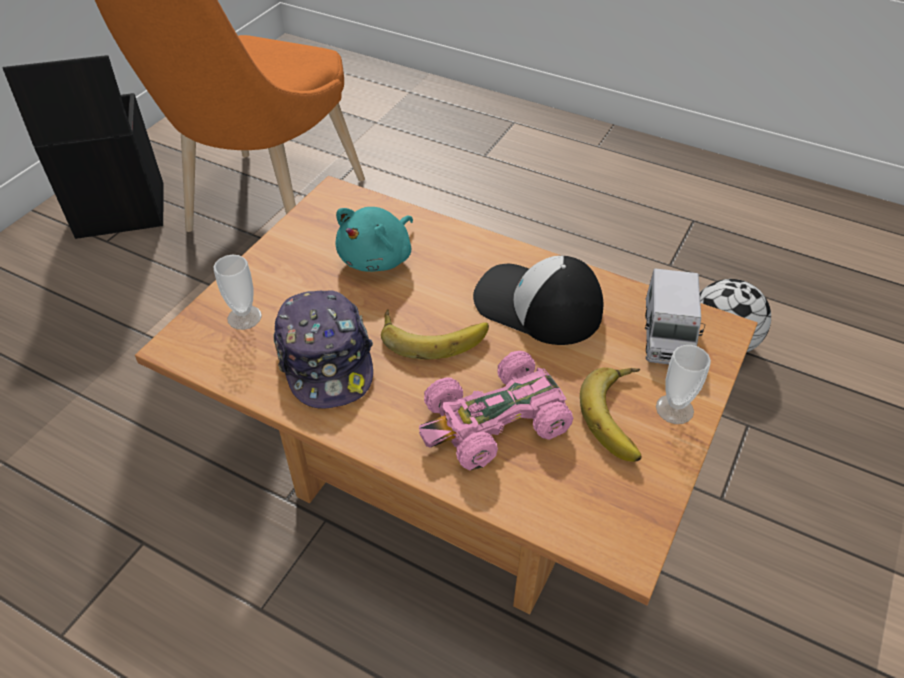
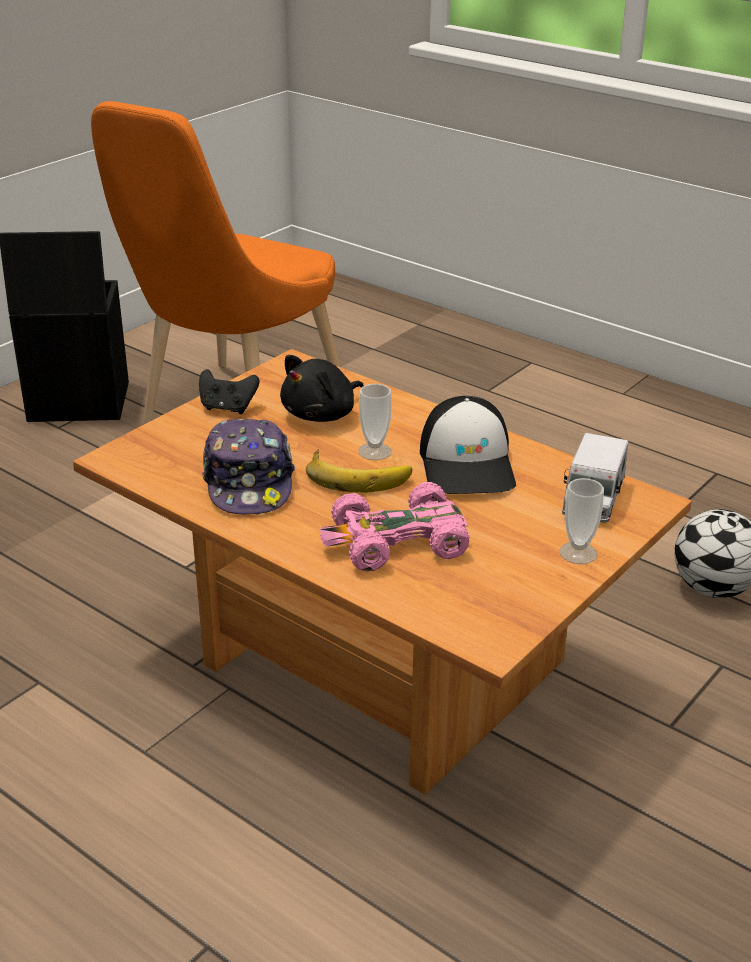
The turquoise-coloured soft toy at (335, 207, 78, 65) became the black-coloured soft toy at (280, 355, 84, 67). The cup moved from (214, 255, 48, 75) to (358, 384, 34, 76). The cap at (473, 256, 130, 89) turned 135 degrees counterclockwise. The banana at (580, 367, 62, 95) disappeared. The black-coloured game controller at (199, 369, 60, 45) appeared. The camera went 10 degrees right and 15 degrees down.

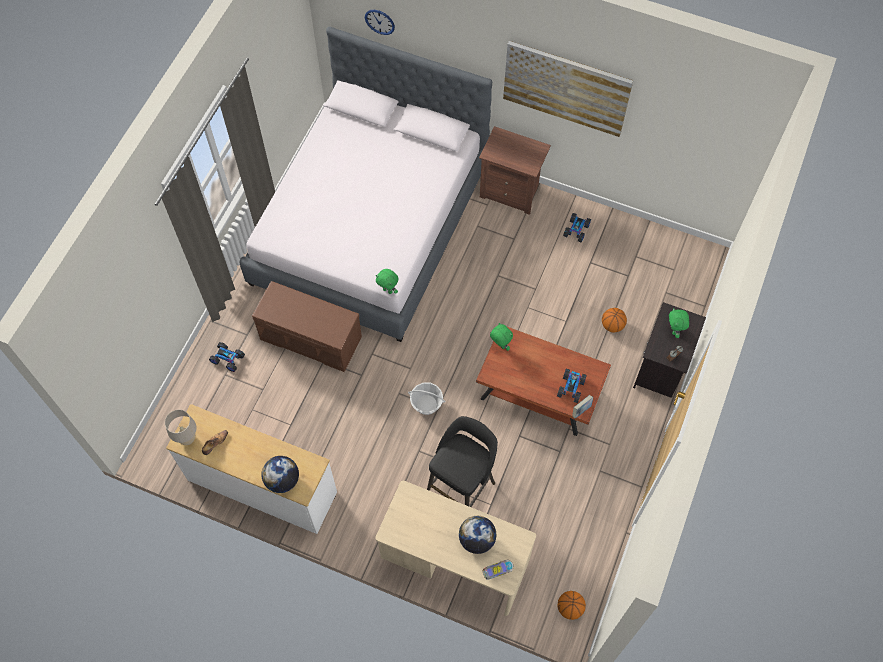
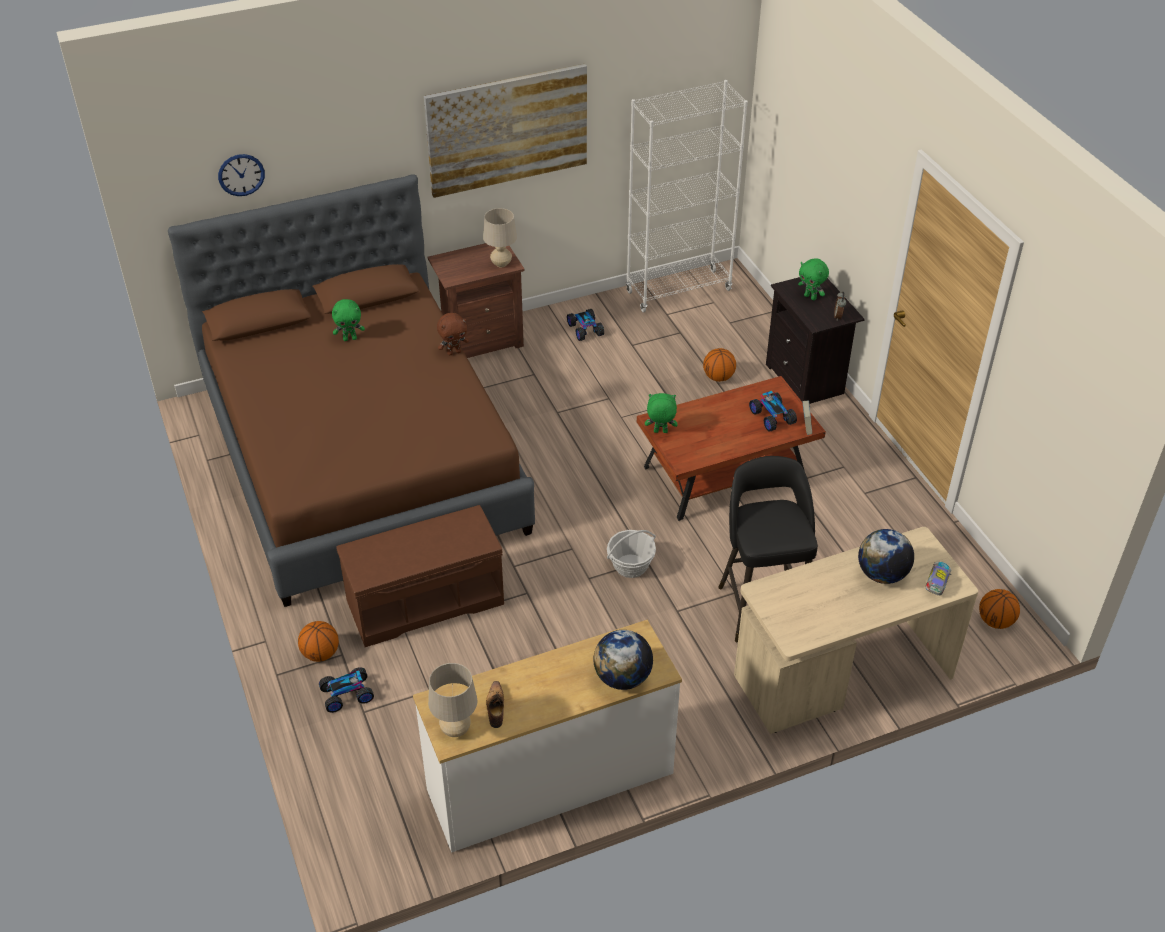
The white-coloured bedroom bed at (239, 27, 253, 315) became the brownish bedroom bed at (168, 174, 367, 433). The green-coloured soft toy moved from (376, 269, 22, 25) to (332, 299, 33, 42). The white-coloured bookcase at (626, 80, 122, 233) appeared. The sand-coloured tabletop lamp at (483, 208, 34, 60) appeared. The brownish soft toy at (437, 313, 32, 43) appeared. The ball for basketball at (298, 621, 41, 41) appeared. The camera went 45 degrees left and 20 degrees down.

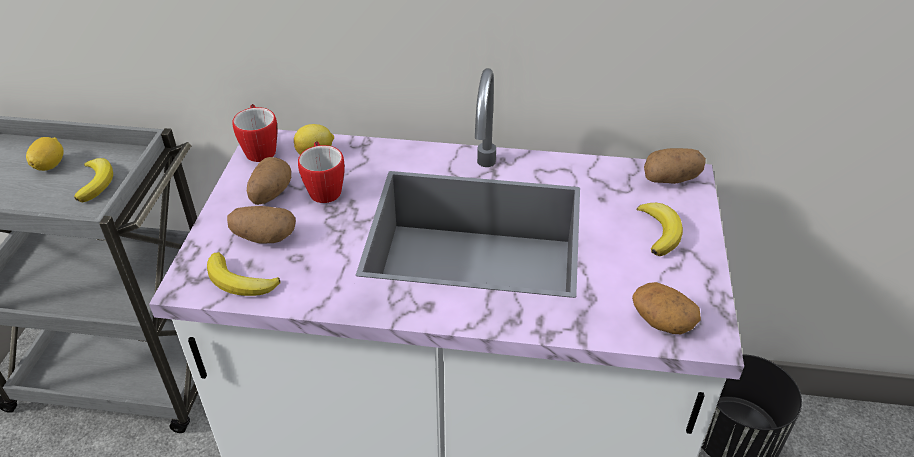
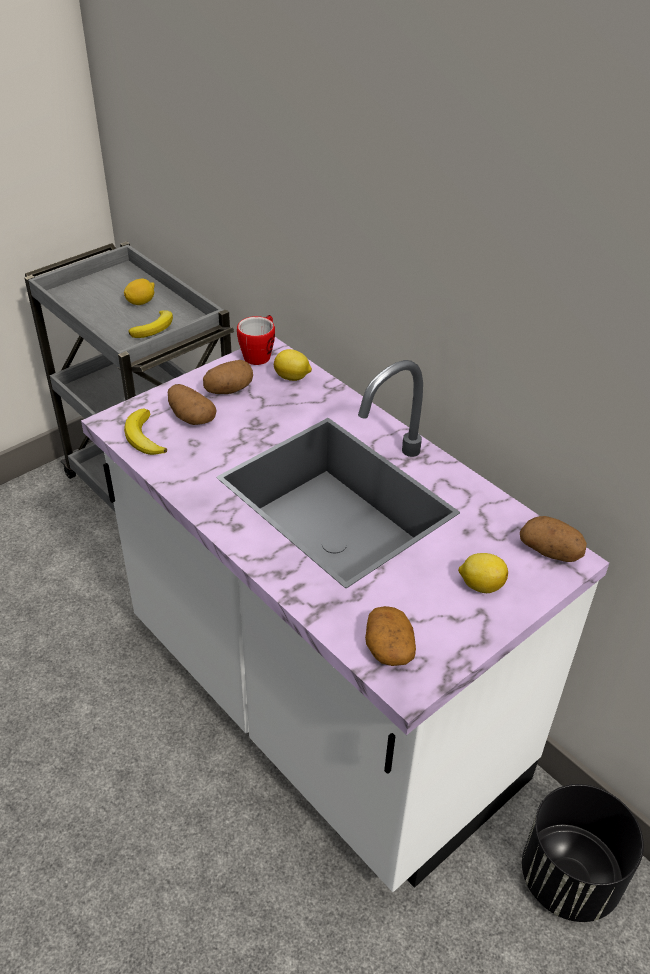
The tea mug at (298, 141, 47, 62) disappeared. The banana at (637, 203, 46, 53) was replaced by the citrus fruit at (458, 553, 50, 40). The camera went 40 degrees right and 0 degrees up.

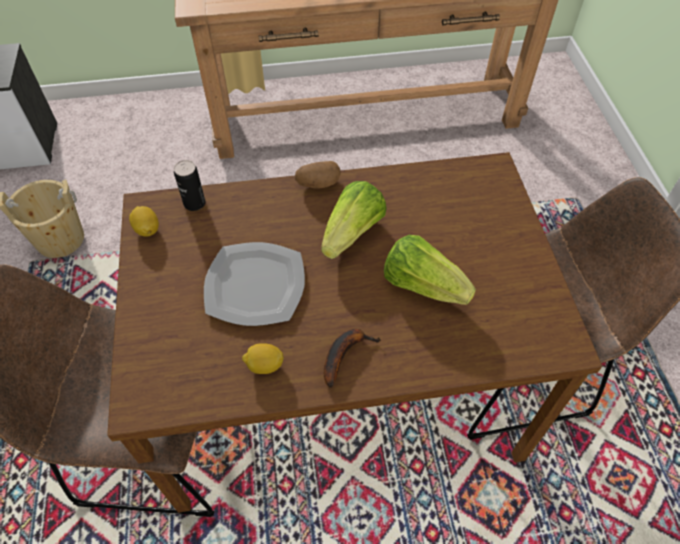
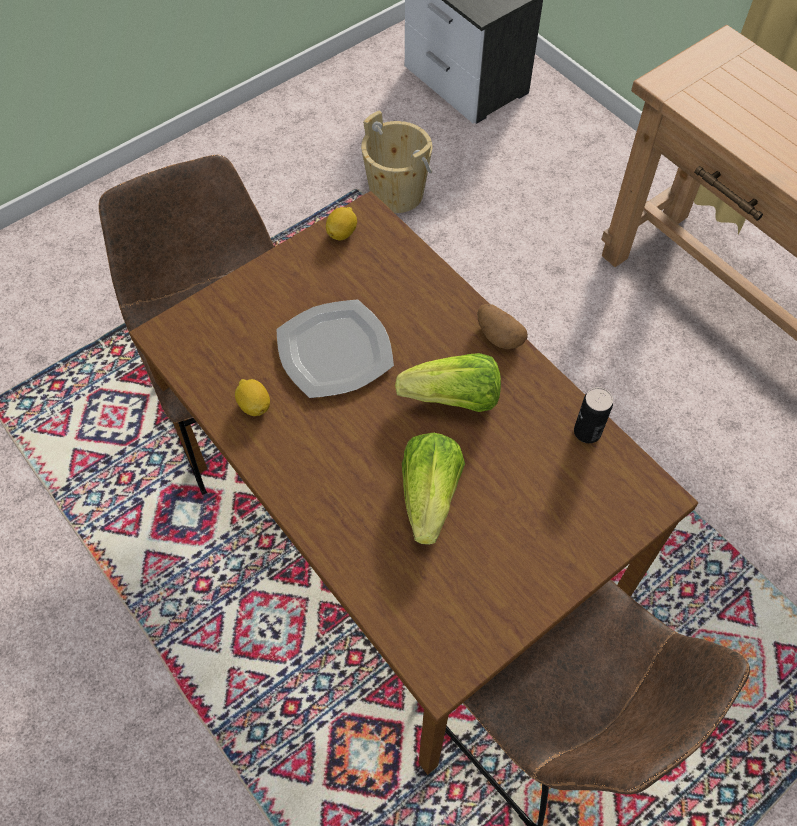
The can moved from (174, 160, 31, 51) to (574, 387, 39, 56). The banana at (324, 329, 57, 59) disappeared. The camera went 60 degrees right and 5 degrees up.

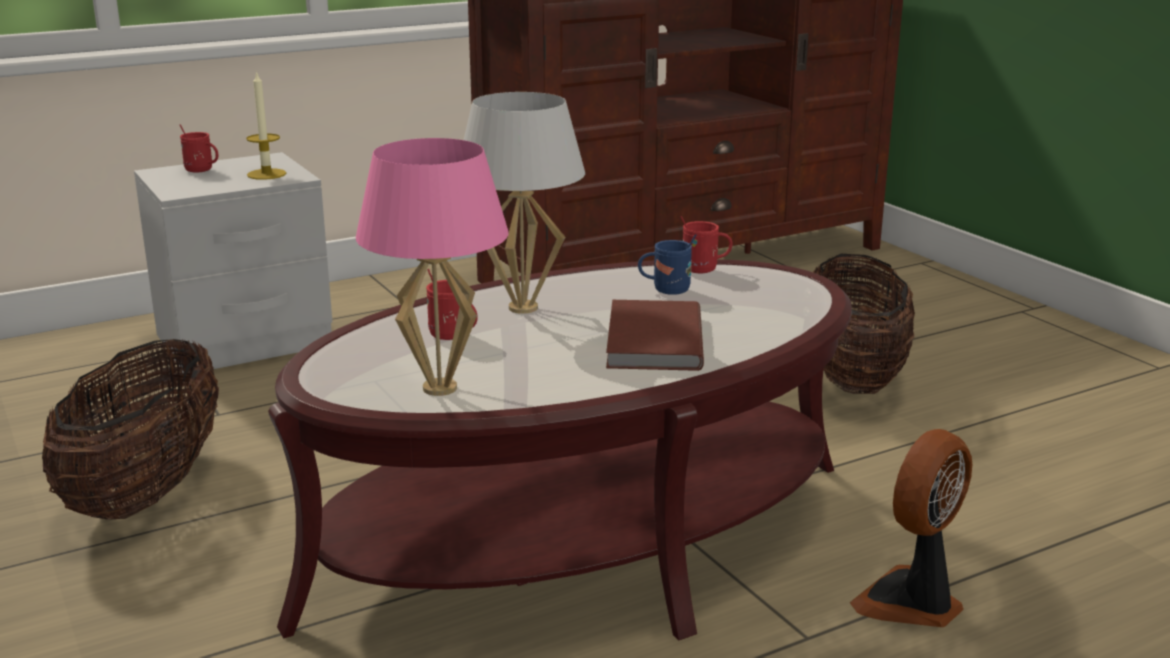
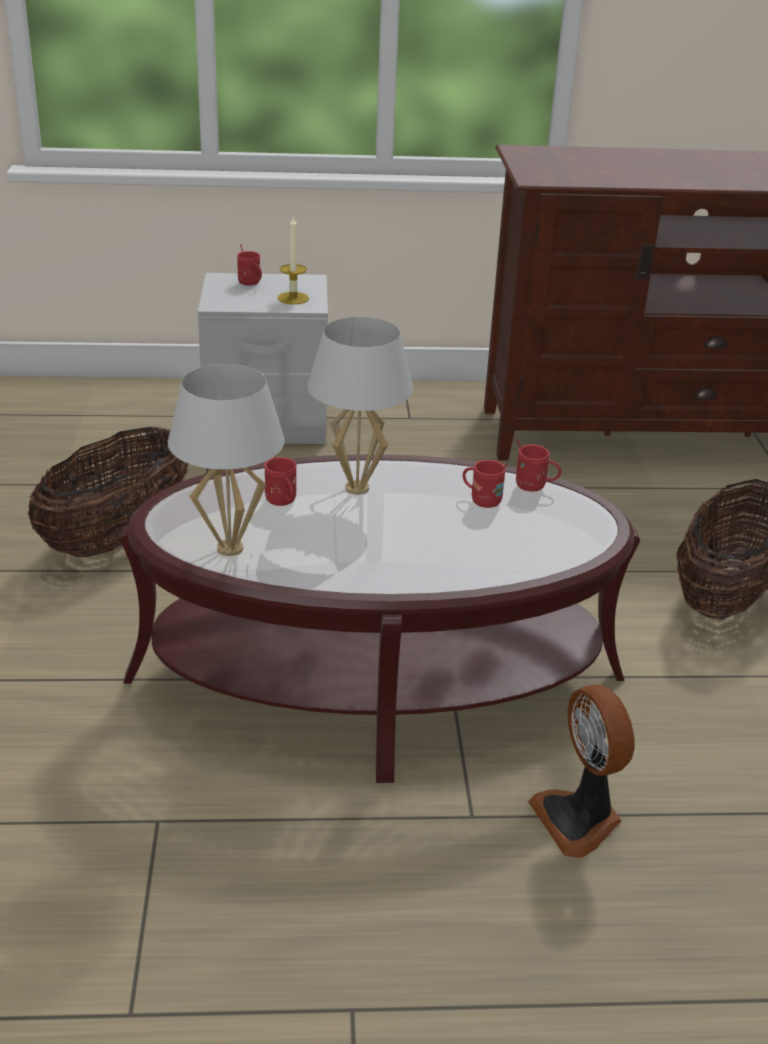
The pink-coloured tabletop lamp at (356, 138, 153, 258) became the white-coloured tabletop lamp at (168, 364, 116, 192). The bluish tea mug at (638, 234, 58, 61) became the reddish tea mug at (463, 460, 45, 48). The brownish book at (606, 300, 98, 71) disappeared. The fan at (850, 429, 122, 198) turned 90 degrees counterclockwise. The camera went 25 degrees right and 10 degrees up.

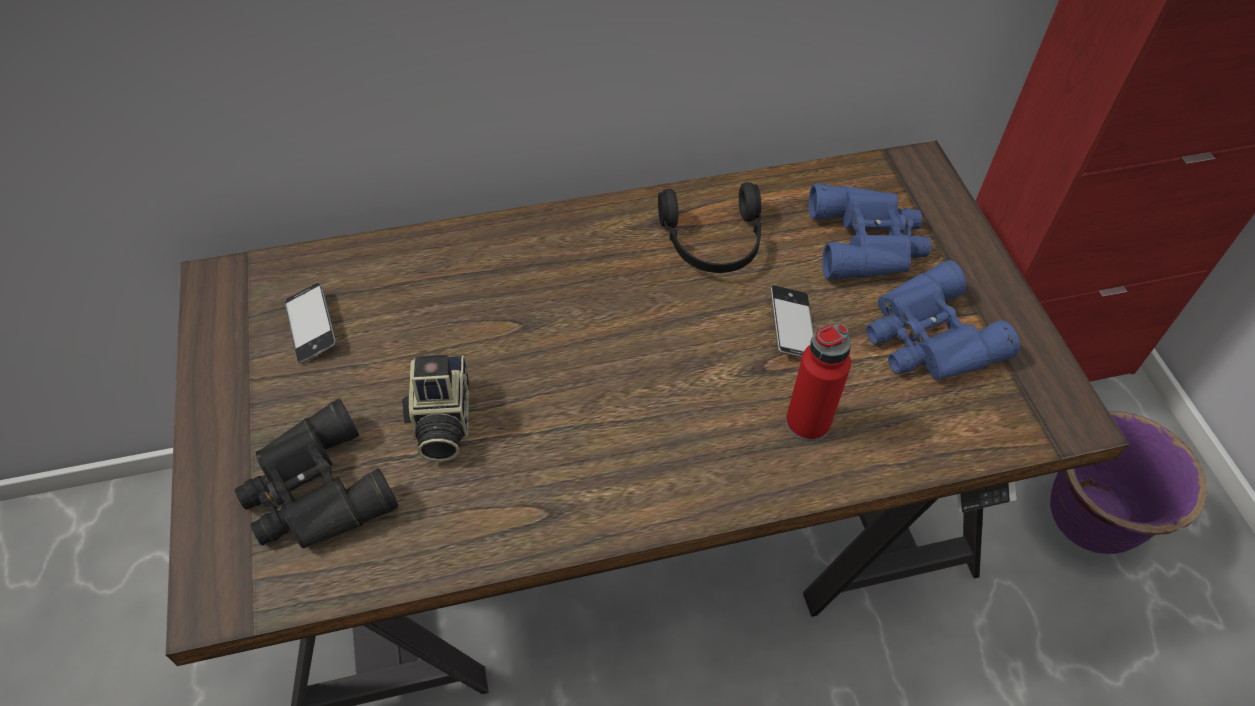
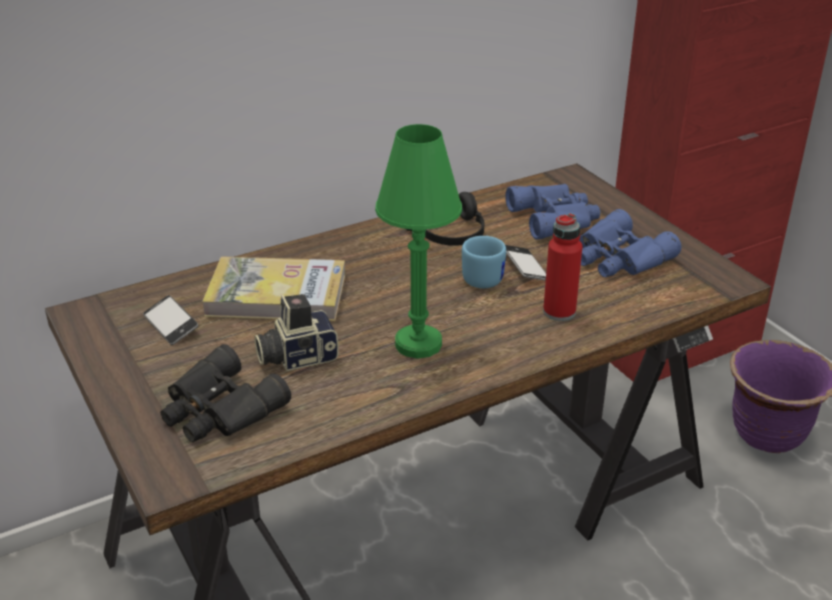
The still camera at (402, 355, 67, 107) turned 90 degrees clockwise. The green-coloured tabletop lamp at (375, 124, 87, 235) appeared. The bluish tea mug at (462, 236, 44, 52) appeared. The book at (202, 257, 143, 64) appeared. The camera went 15 degrees left and 20 degrees down.

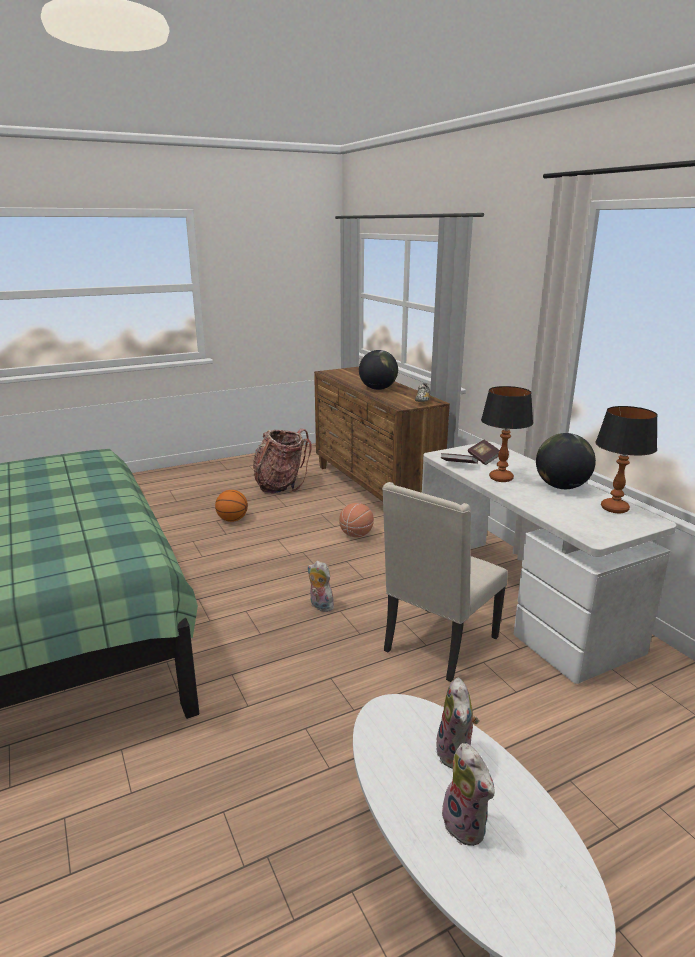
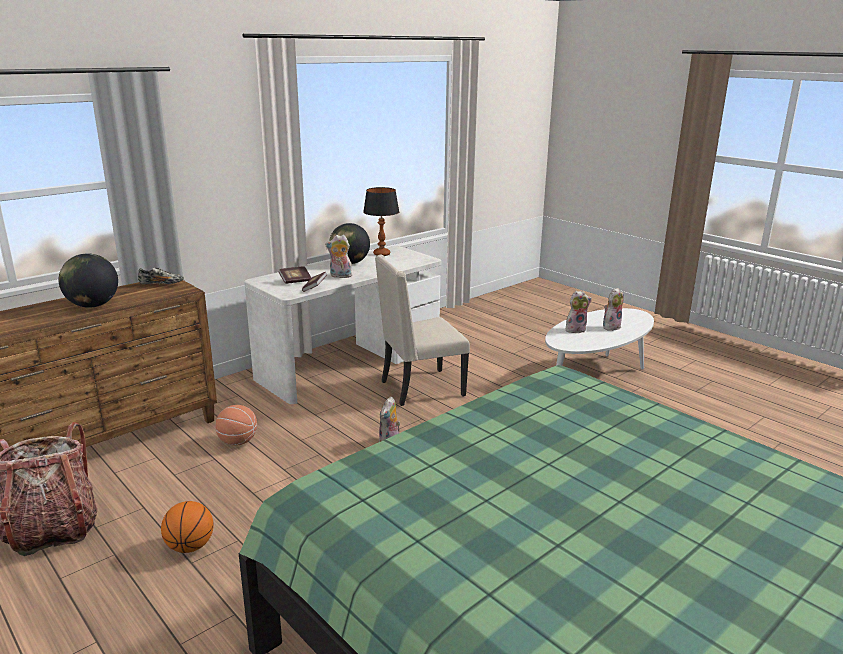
The tabletop lamp at (481, 386, 52, 96) was replaced by the soft toy at (325, 235, 27, 43). The sand-coloured chair at (382, 482, 126, 200) turned 135 degrees clockwise. The camera went 105 degrees left and 0 degrees up.

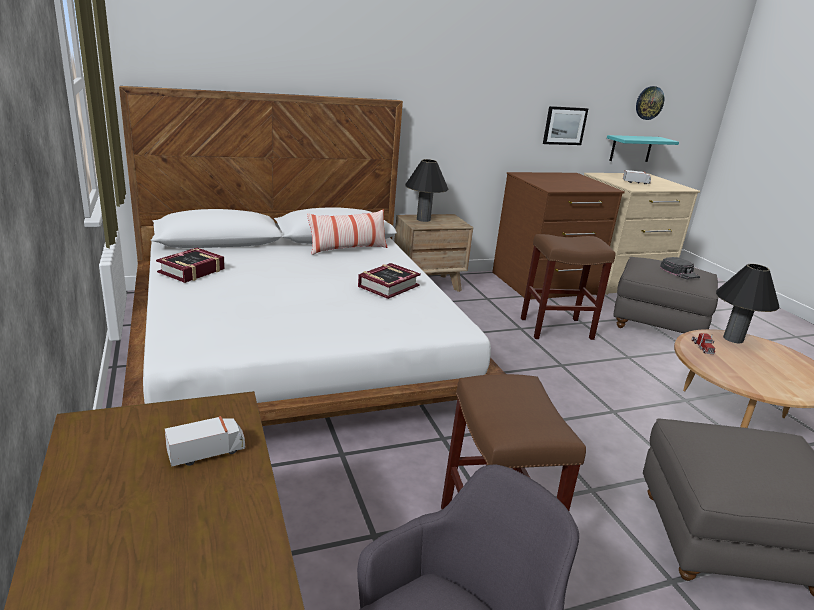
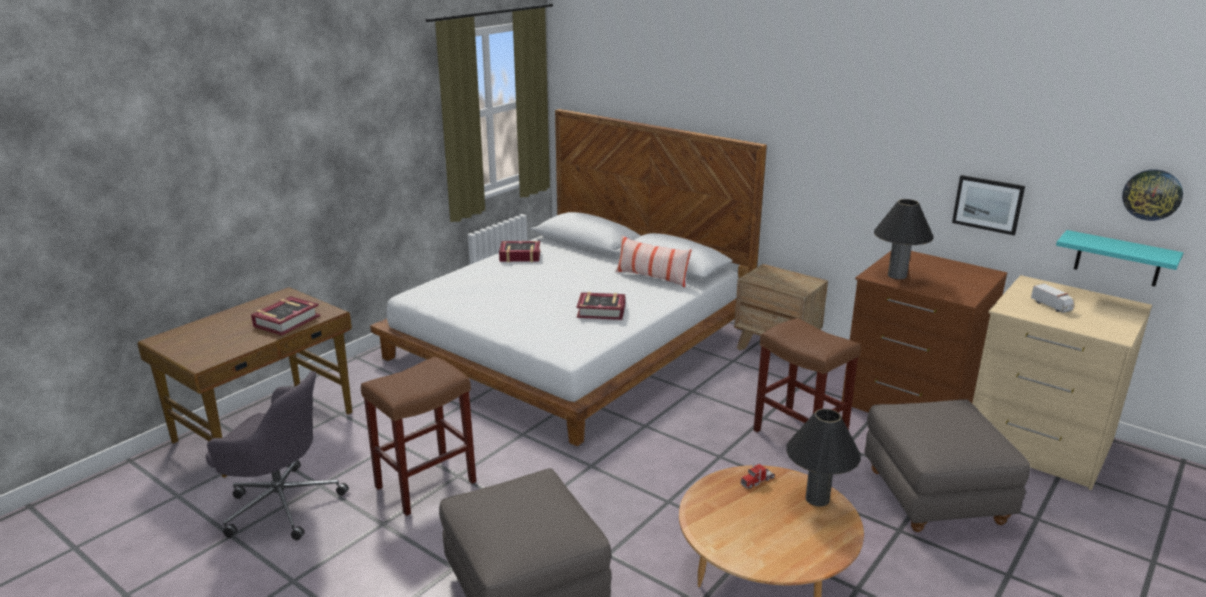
The black-coloured tabletop lamp moved from (405, 159, 43, 63) to (874, 199, 59, 80). The black-coloured cap at (660, 257, 40, 22) disappeared. The model truck at (165, 416, 80, 51) was replaced by the book at (251, 296, 69, 39). The camera went 60 degrees right and 0 degrees up.

